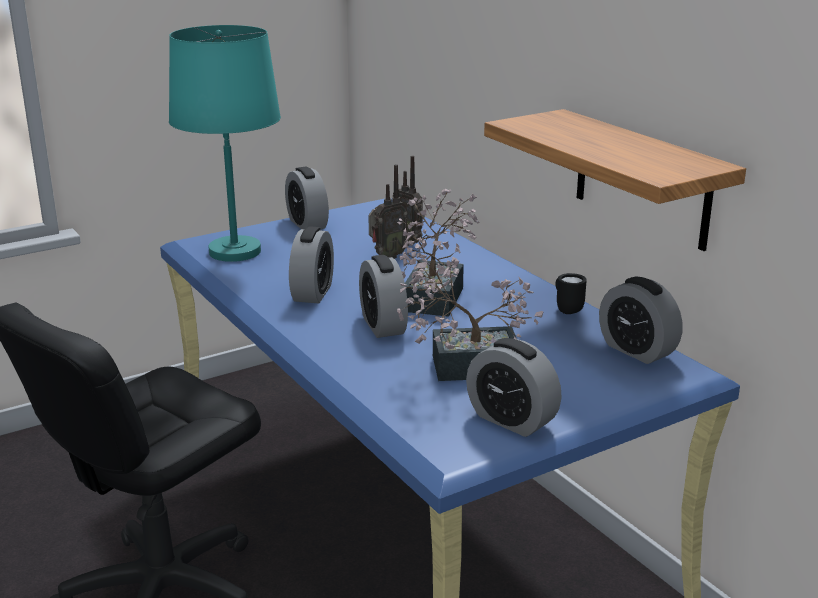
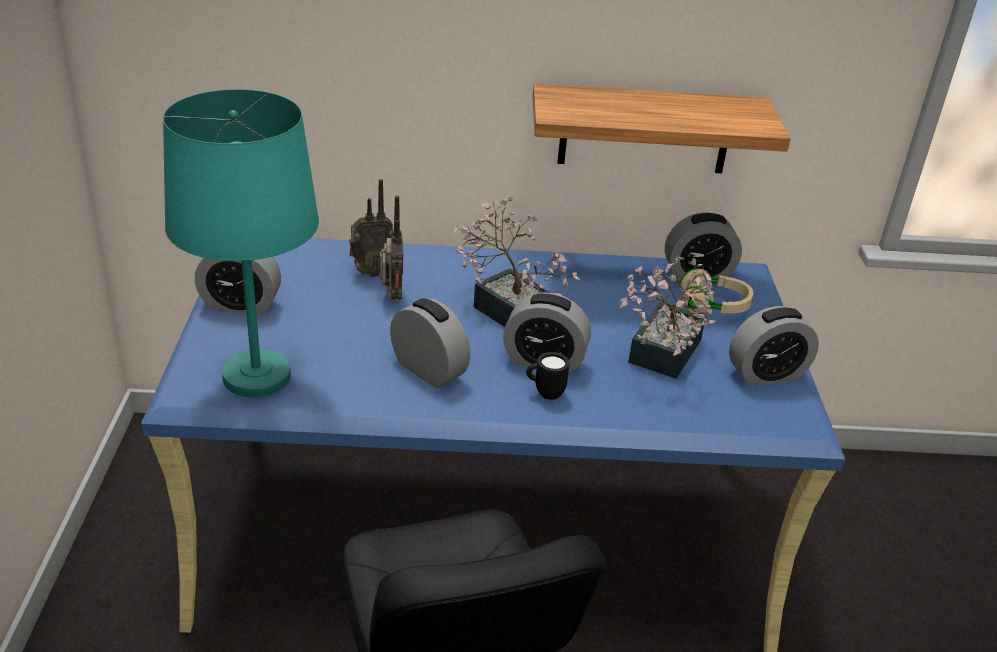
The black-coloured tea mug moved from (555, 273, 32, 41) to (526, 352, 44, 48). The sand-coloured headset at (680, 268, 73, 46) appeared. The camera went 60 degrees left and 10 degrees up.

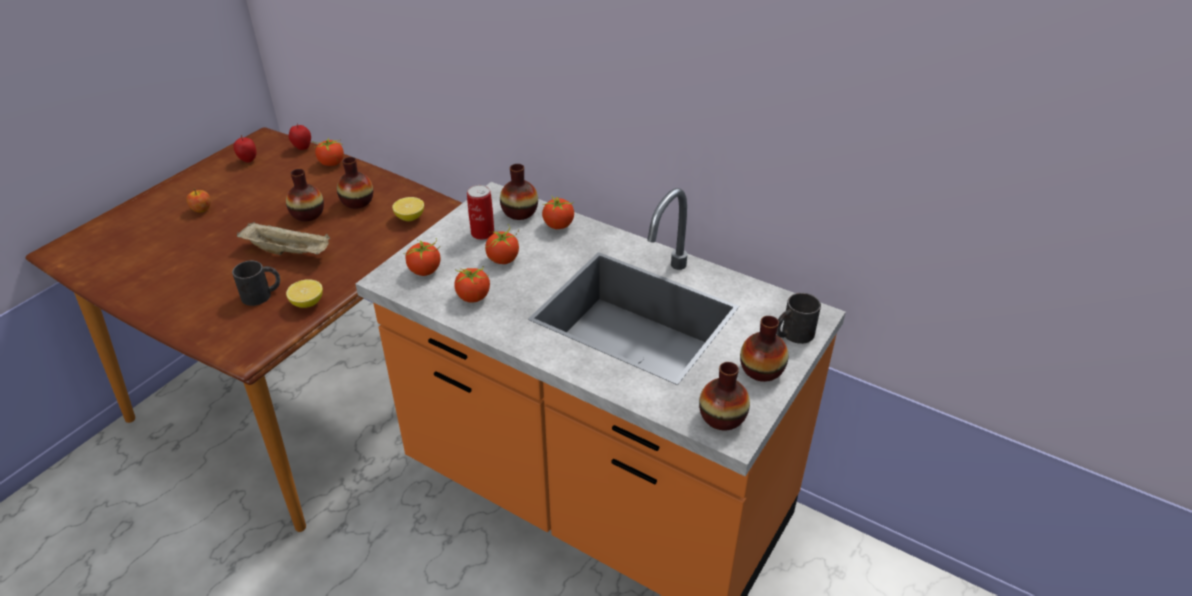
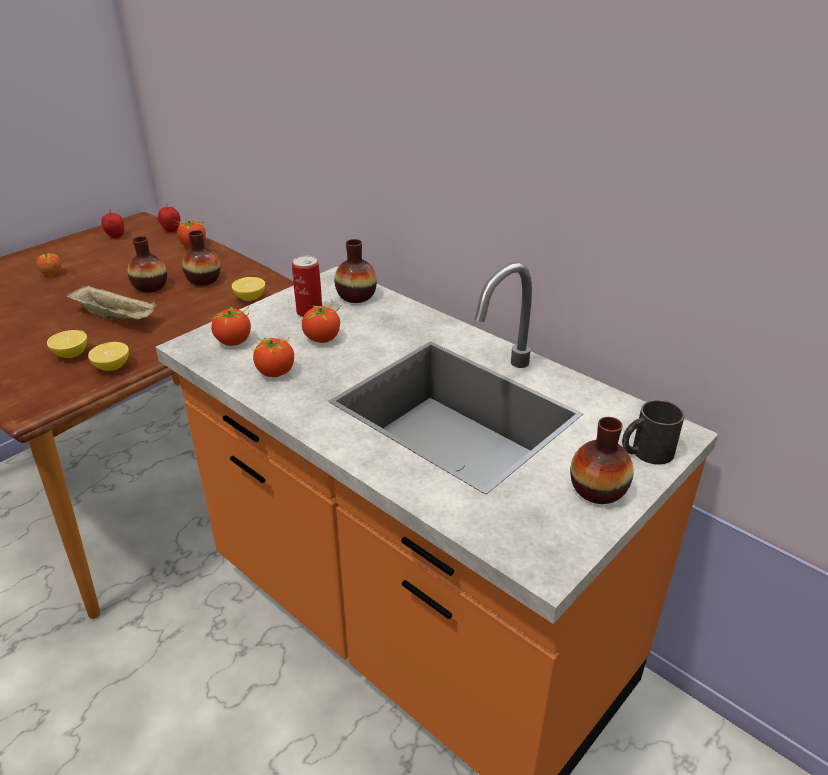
The whole tomato at (542, 195, 32, 34) disappeared. The black-coloured tea mug at (232, 261, 48, 45) was replaced by the citrus fruit at (47, 330, 40, 28). The vase at (699, 362, 51, 69) disappeared. The camera went 10 degrees right and 5 degrees down.

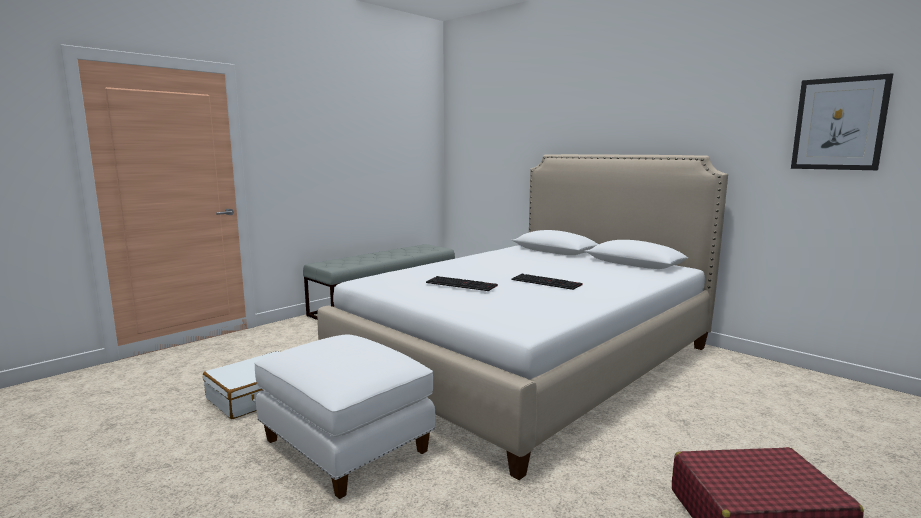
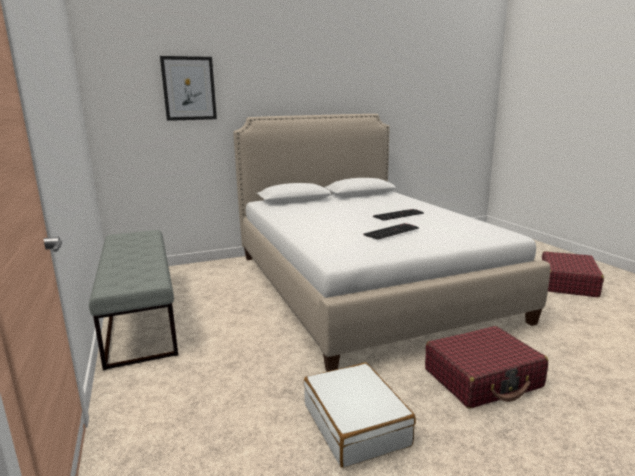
The wall picture moved from (791, 73, 102, 97) to (160, 56, 57, 65). The white-coloured ottoman at (254, 334, 181, 165) was replaced by the reddish suitcase at (425, 326, 123, 83). The camera went 65 degrees left and 5 degrees up.

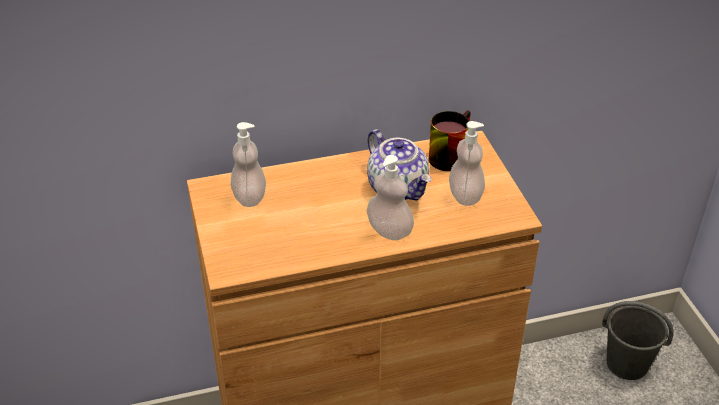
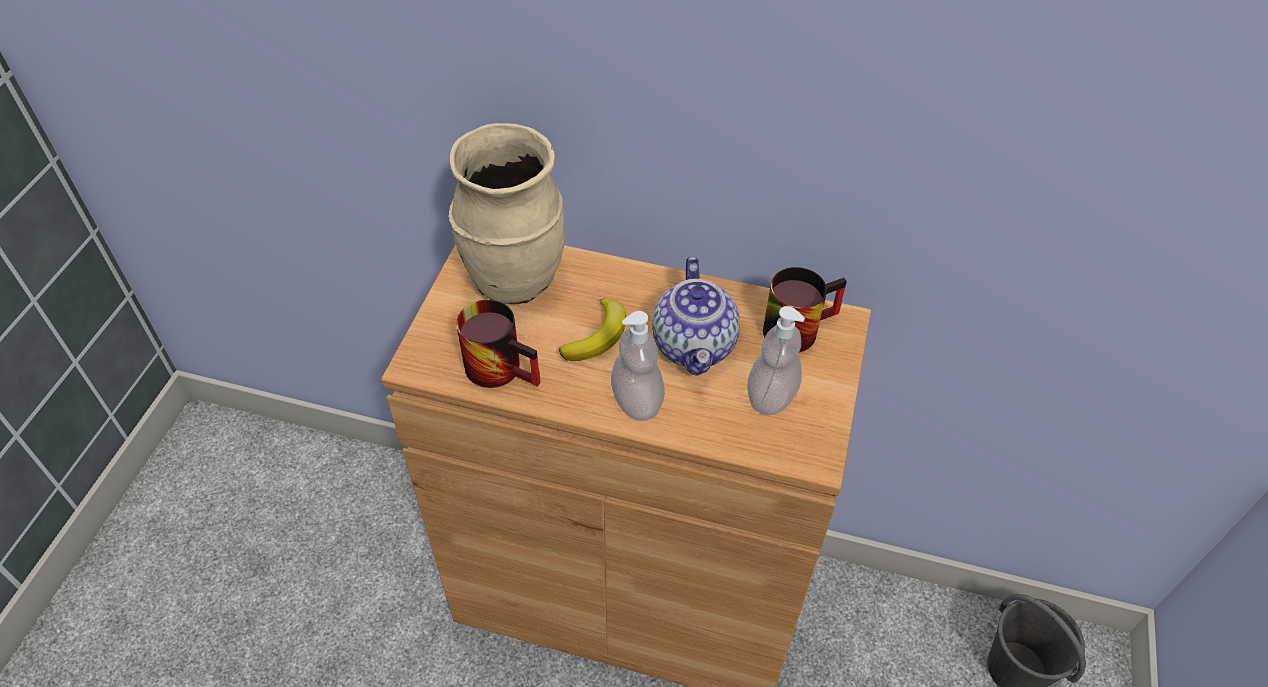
The soap dispenser at (231, 122, 35, 85) was replaced by the sand-coloured vase at (449, 123, 116, 181). The banana at (559, 298, 67, 63) appeared. The tea mug at (456, 300, 85, 88) appeared. The camera went 30 degrees right and 10 degrees up.

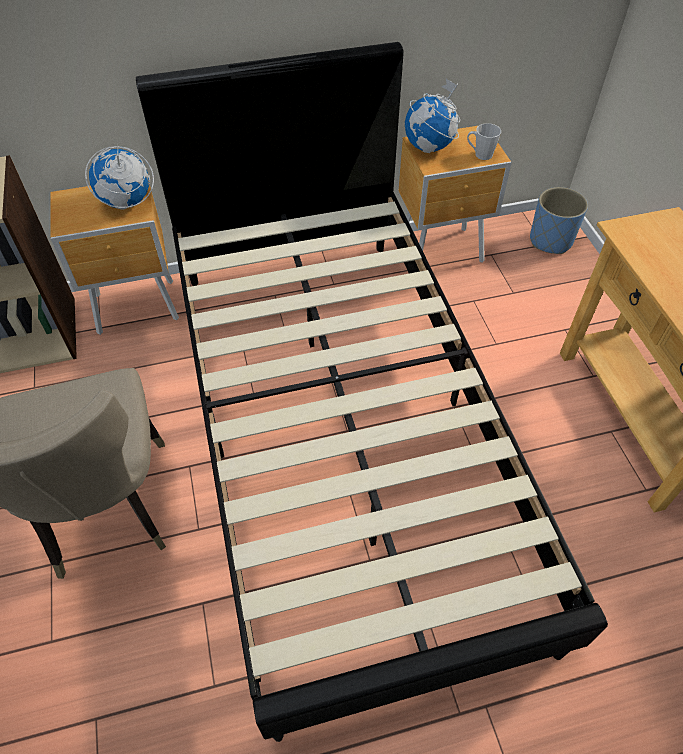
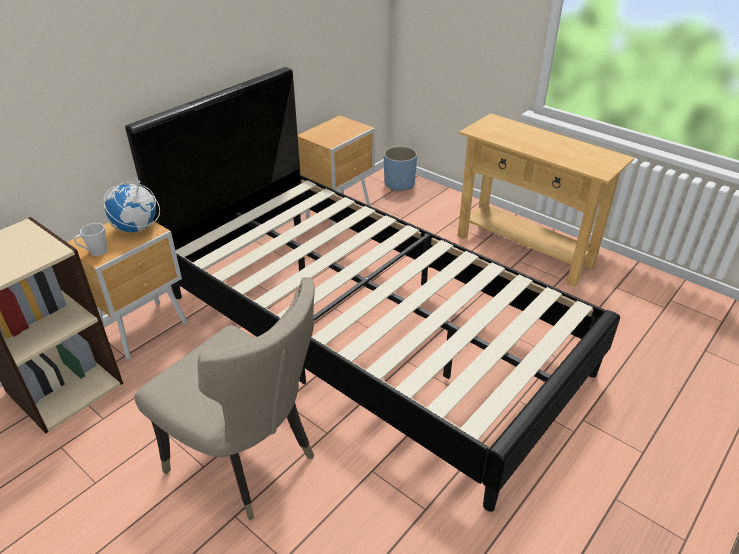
The world globe at (405, 79, 55, 74) disappeared. The gray tea mug moved from (467, 123, 34, 37) to (74, 223, 34, 33). The camera went 35 degrees left and 15 degrees down.

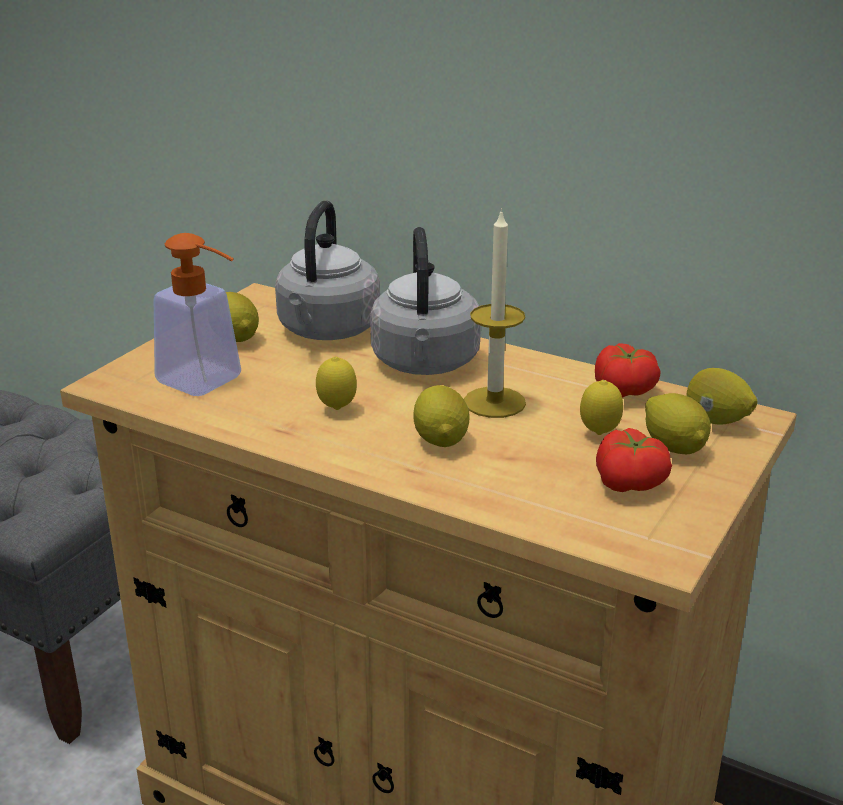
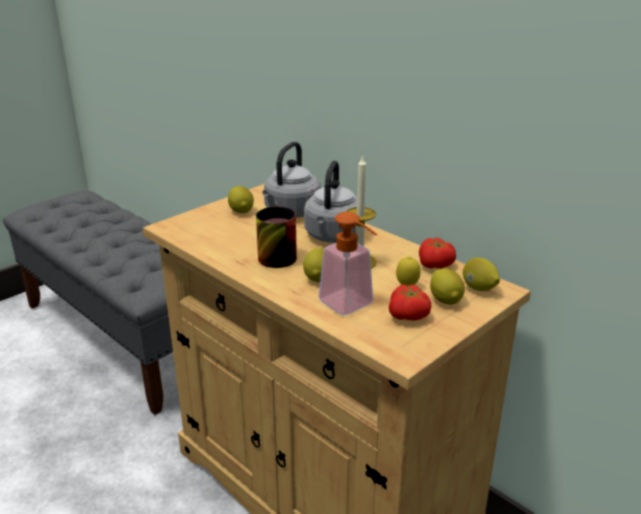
The soap dispenser moved from (154, 233, 87, 163) to (319, 212, 58, 103). The citrus fruit at (316, 356, 41, 54) was replaced by the tea mug at (256, 206, 41, 62). The camera went 15 degrees right and 0 degrees up.

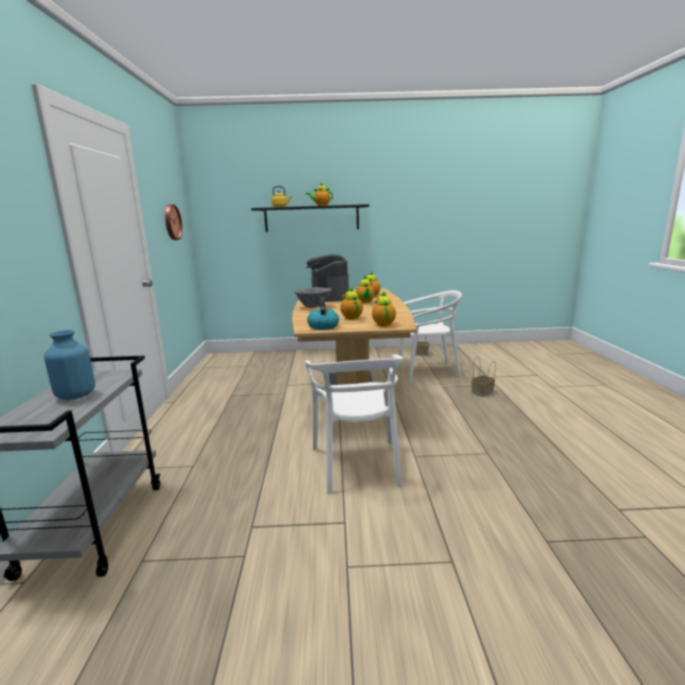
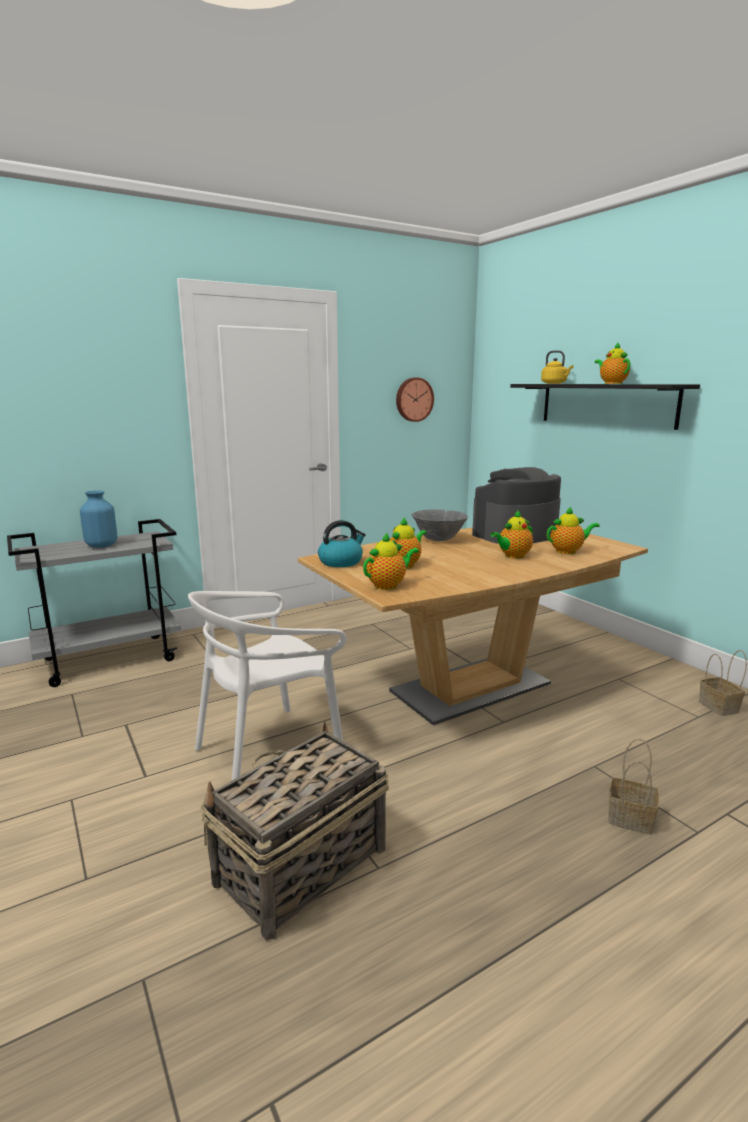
The white-coloured chair at (399, 290, 63, 93) disappeared. The basket at (201, 722, 188, 218) appeared. The camera went 60 degrees right and 0 degrees up.

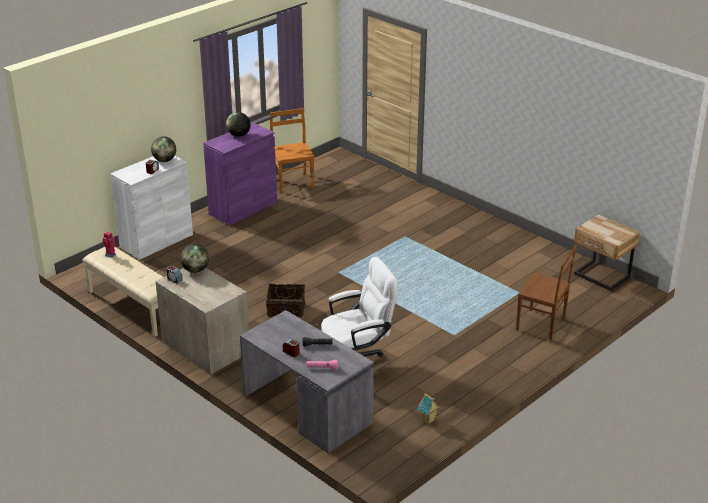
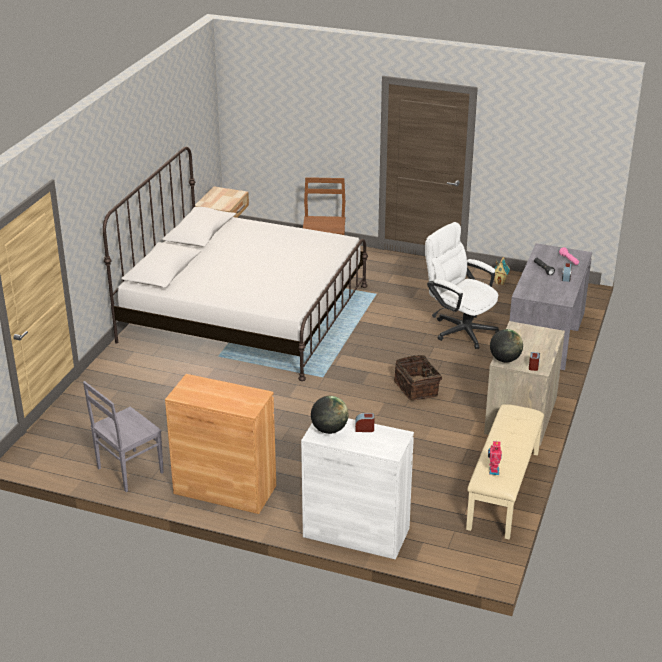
The brownish chair at (270, 108, 44, 85) became the gray chair at (83, 381, 81, 111). The world globe at (226, 112, 25, 25) disappeared. The purple-coloured cupboard at (203, 123, 74, 103) became the brownish cupboard at (165, 374, 111, 140). The white-coloured bedroom bed at (103, 147, 265, 234) appeared. The camera went 115 degrees left and 0 degrees up.

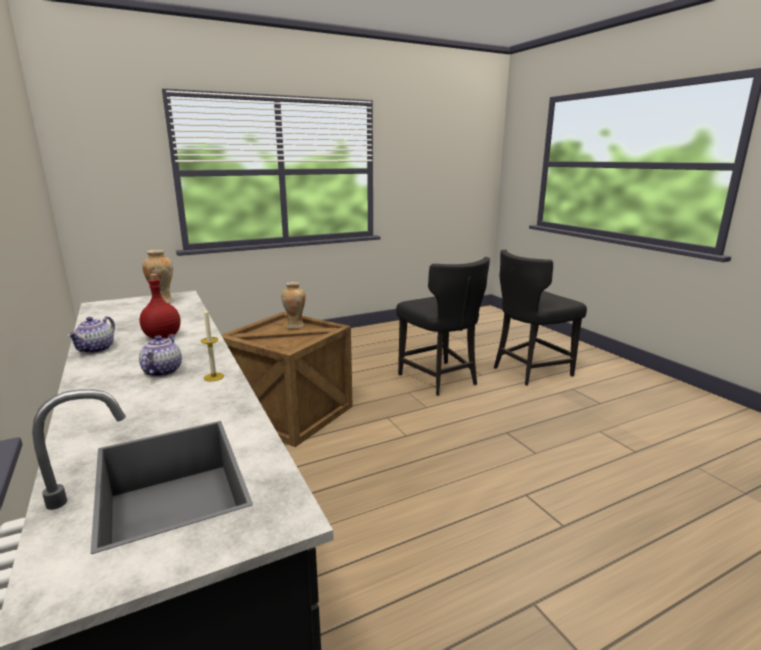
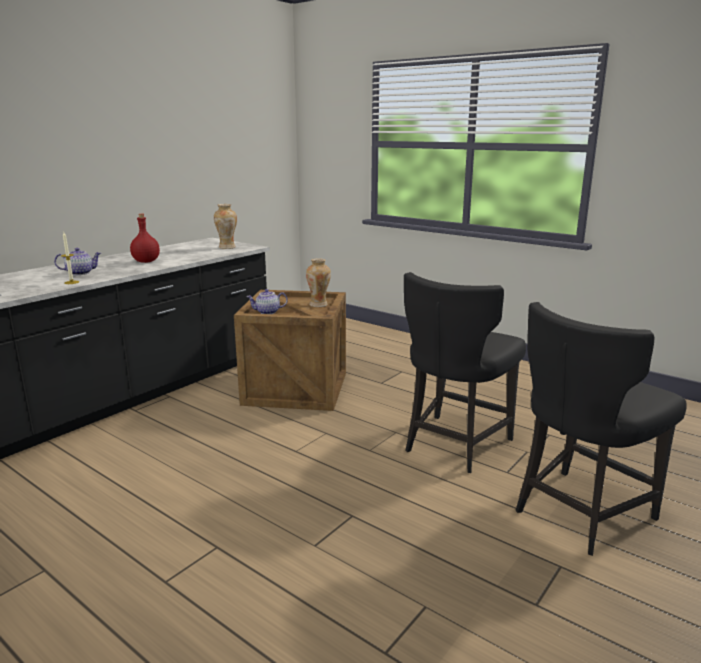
The black-coloured chair at (494, 249, 93, 136) turned 75 degrees counterclockwise. The teapot moved from (67, 316, 48, 38) to (247, 289, 41, 25). The camera went 65 degrees right and 0 degrees up.

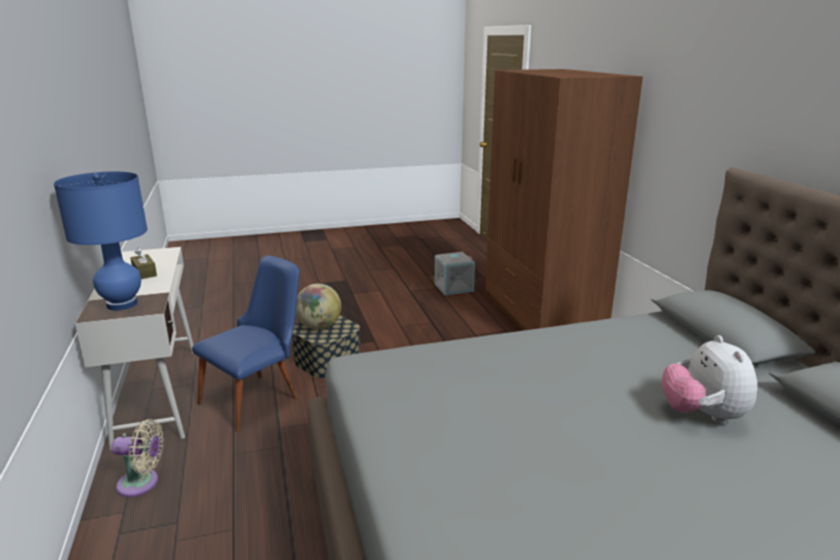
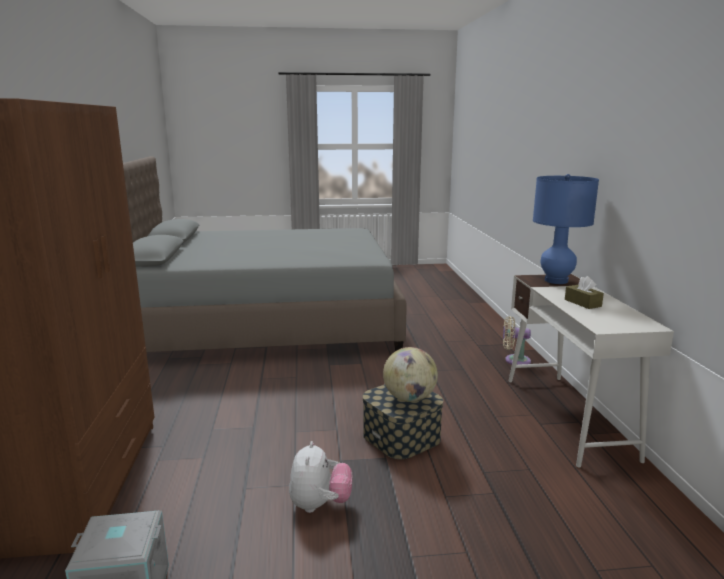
The bluish chair at (192, 256, 107, 176) disappeared. The soft toy moved from (661, 335, 97, 89) to (289, 441, 63, 72). The camera went 170 degrees left and 5 degrees down.

